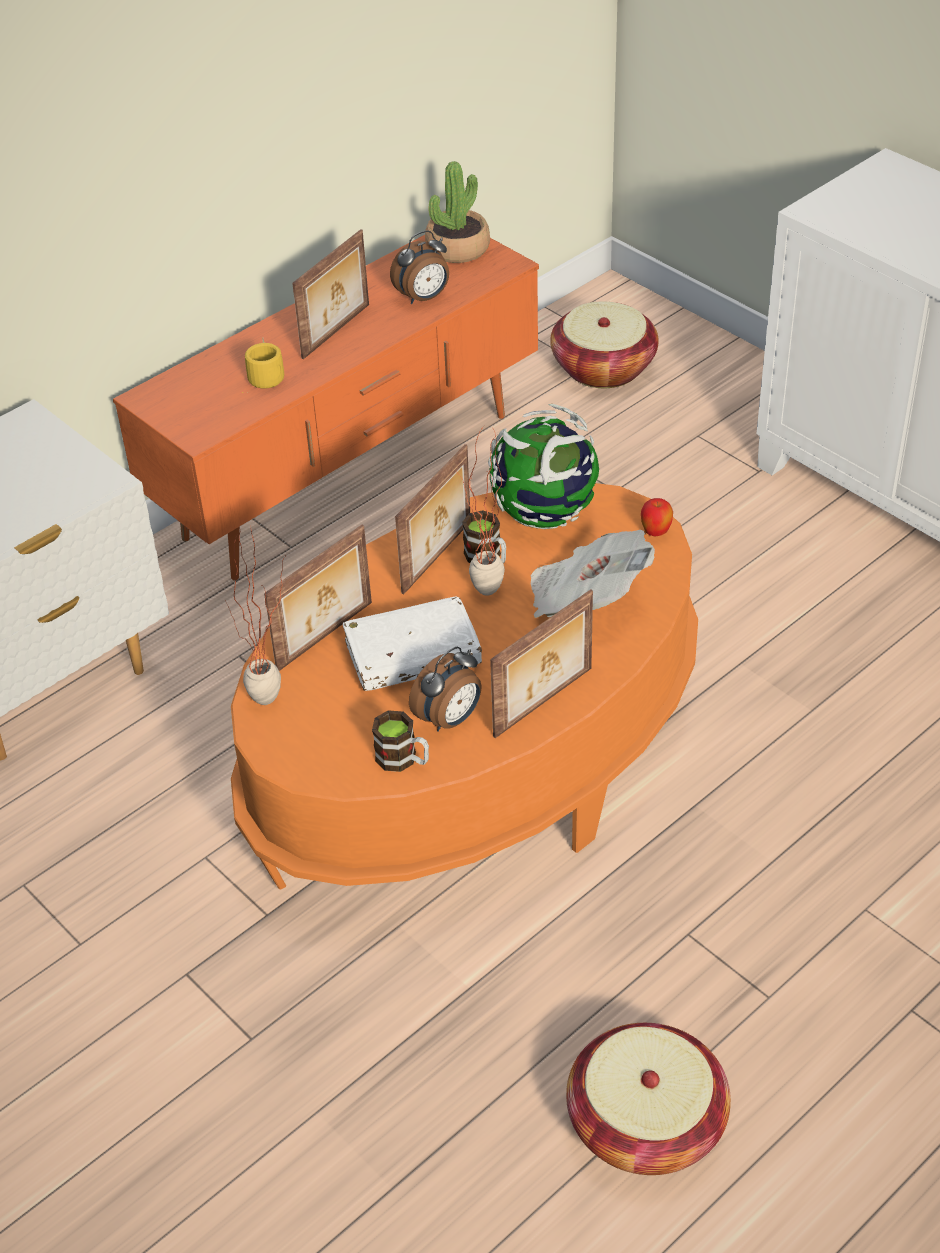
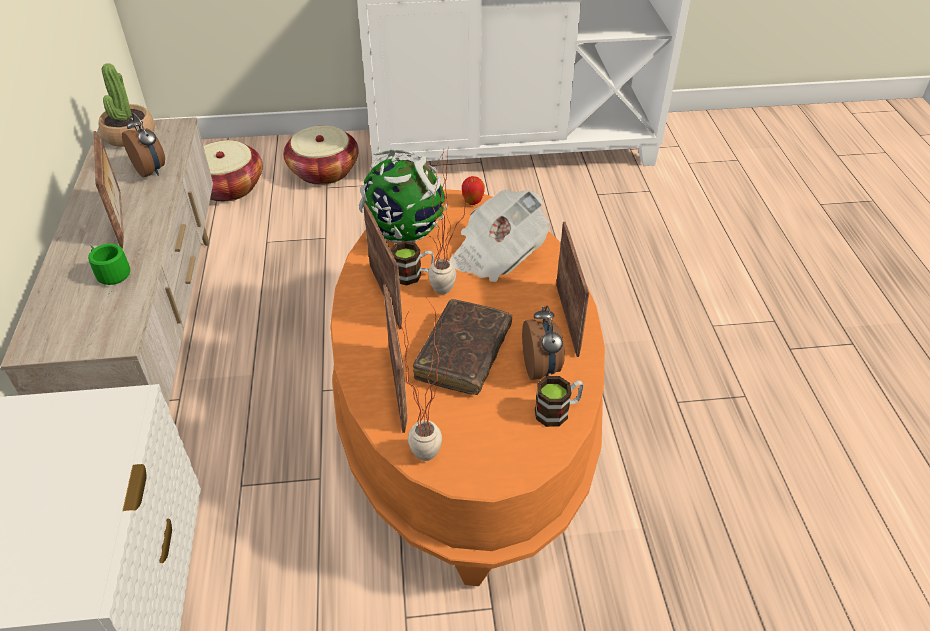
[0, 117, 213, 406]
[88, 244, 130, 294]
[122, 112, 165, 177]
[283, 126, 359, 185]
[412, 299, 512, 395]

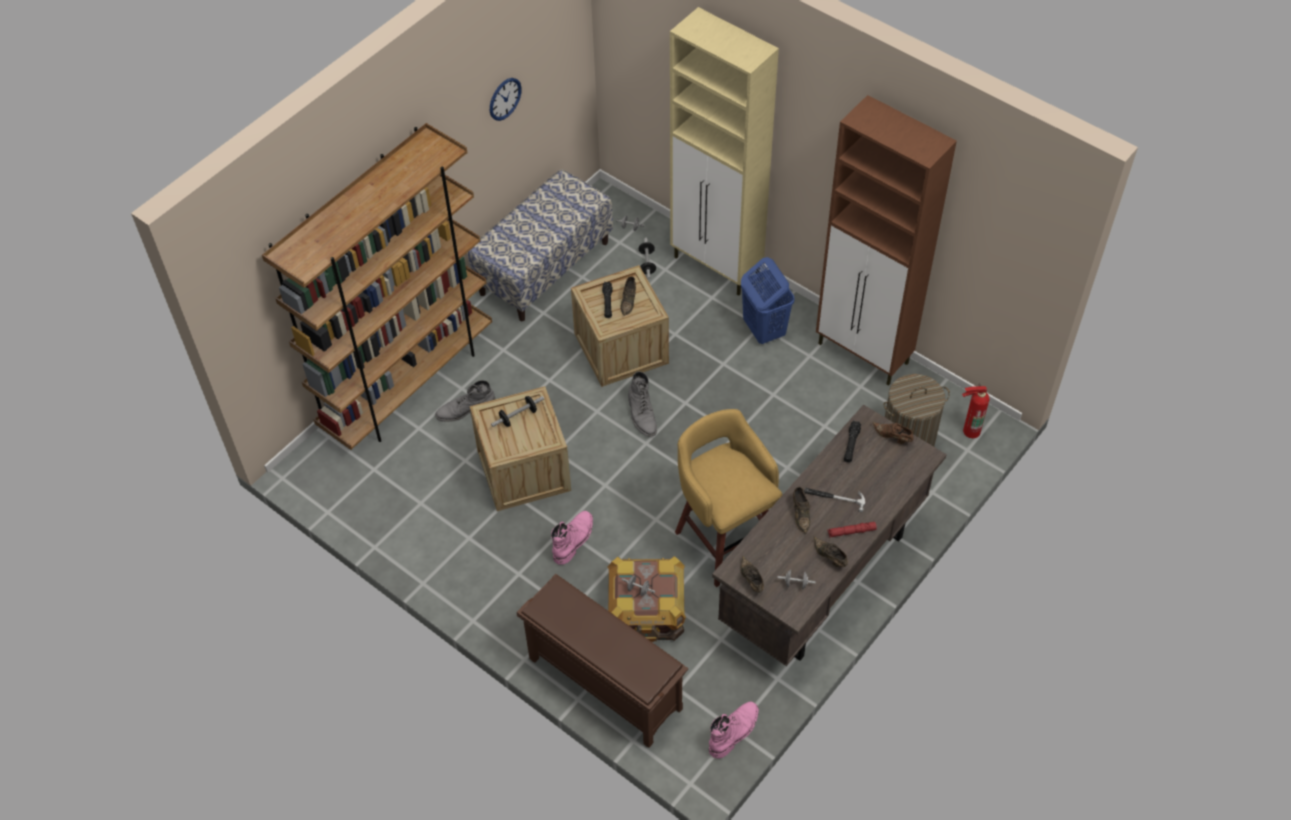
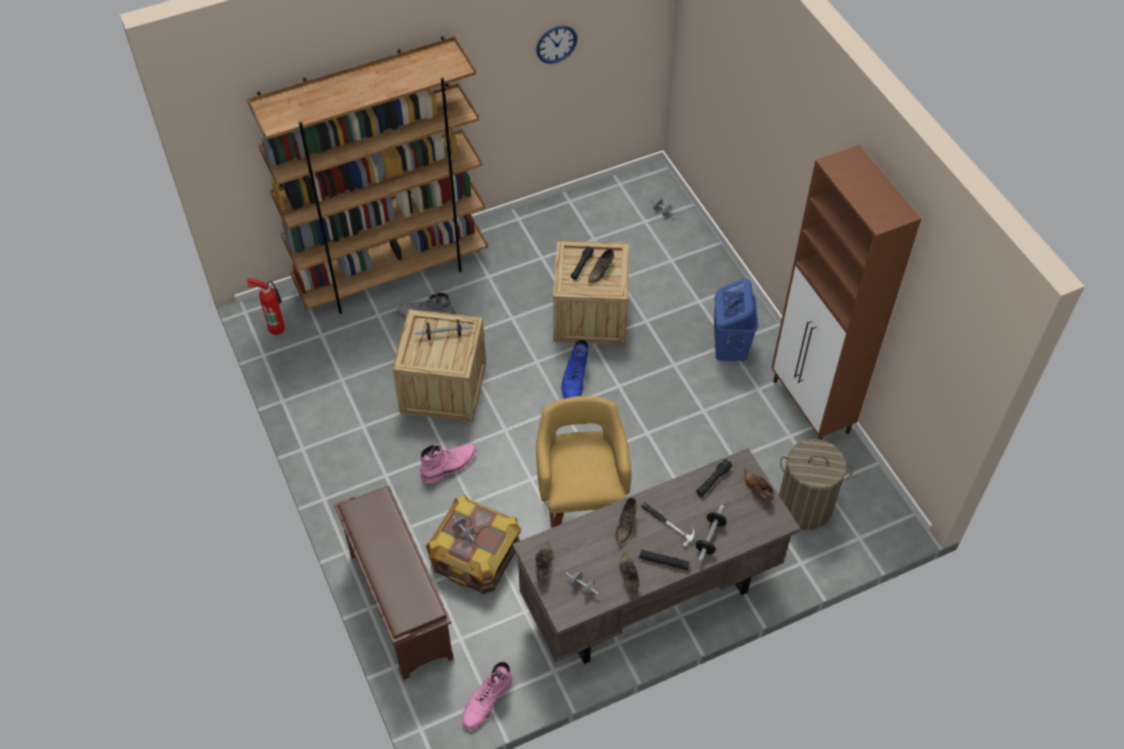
[247, 278, 285, 335]
[462, 662, 512, 730]
[561, 339, 589, 399]
[639, 550, 690, 570]
[696, 505, 727, 562]
[468, 169, 613, 321] (first image)
[670, 7, 779, 295] (first image)

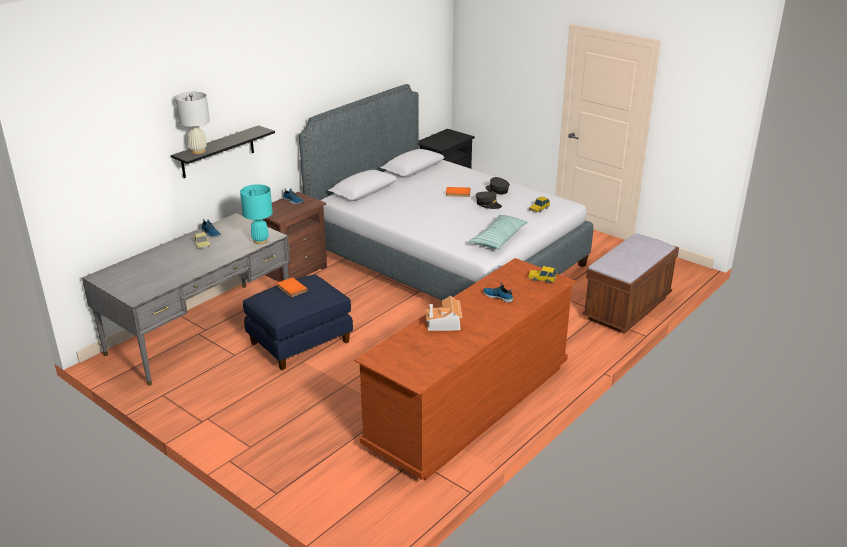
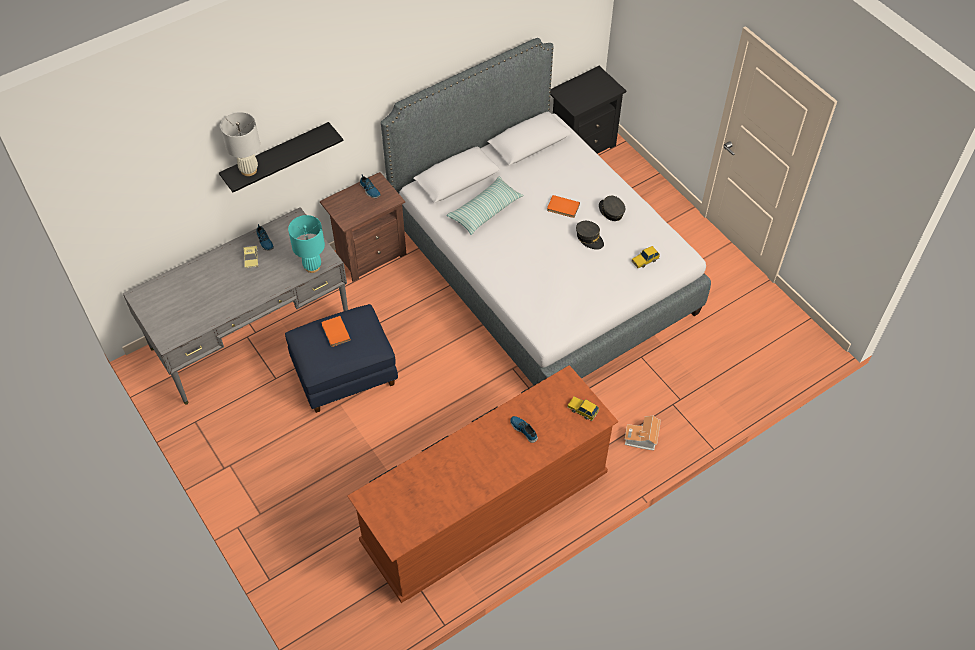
[447, 176, 524, 235]
[625, 415, 661, 450]
[582, 233, 679, 334] (first image)

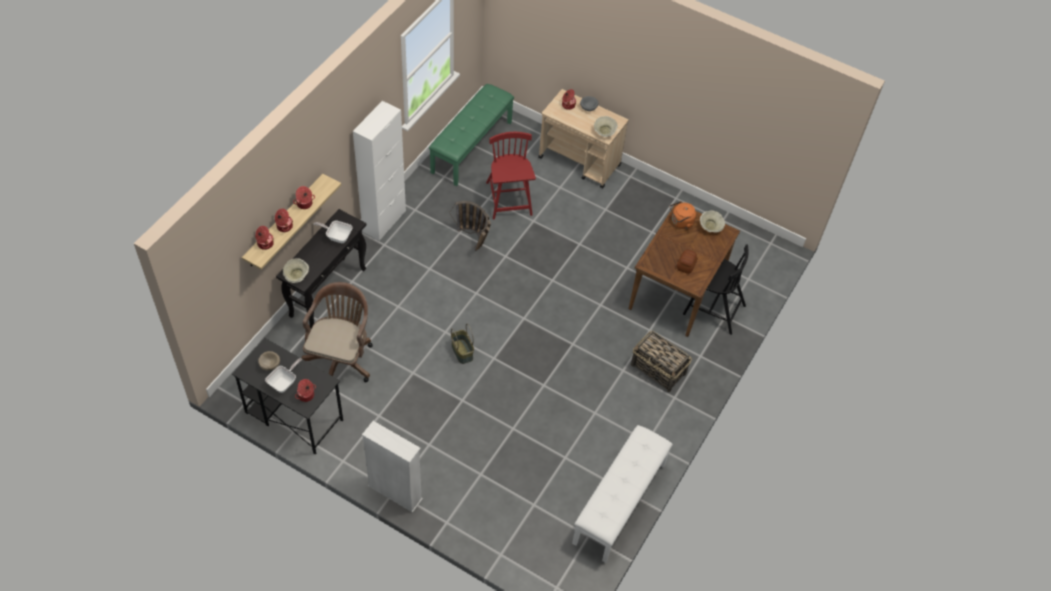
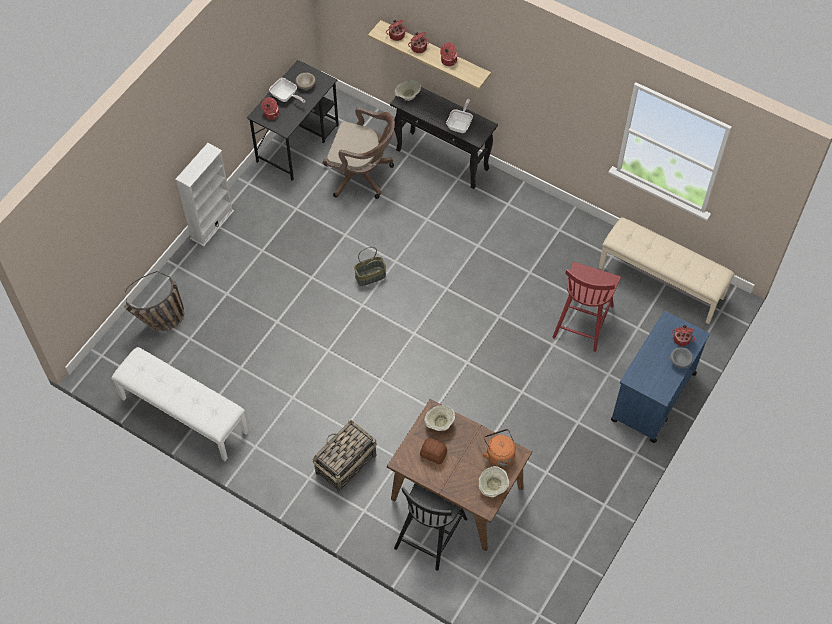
[123, 271, 184, 331]
[424, 405, 455, 431]
[553, 262, 621, 352]
[599, 218, 735, 324]
[611, 311, 710, 443]
[353, 101, 406, 241] (first image)

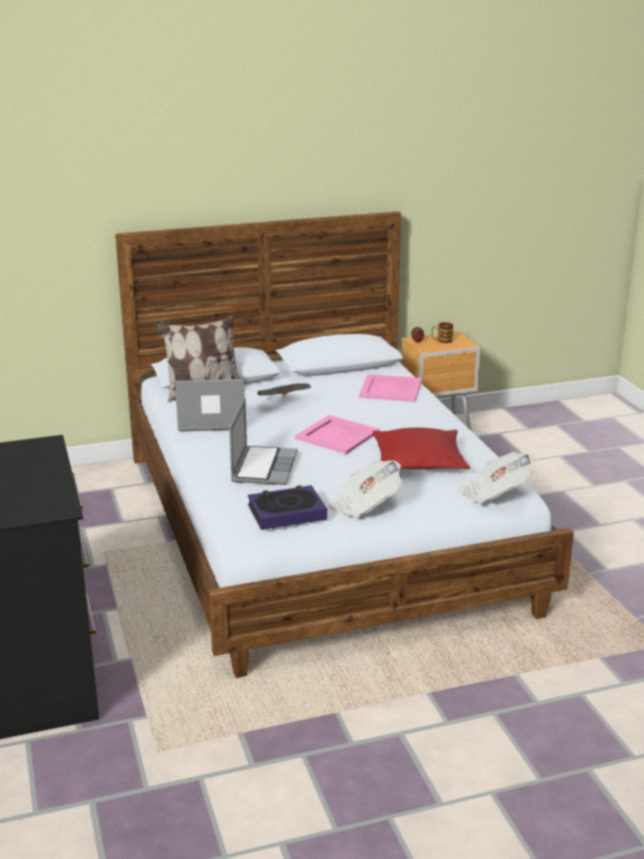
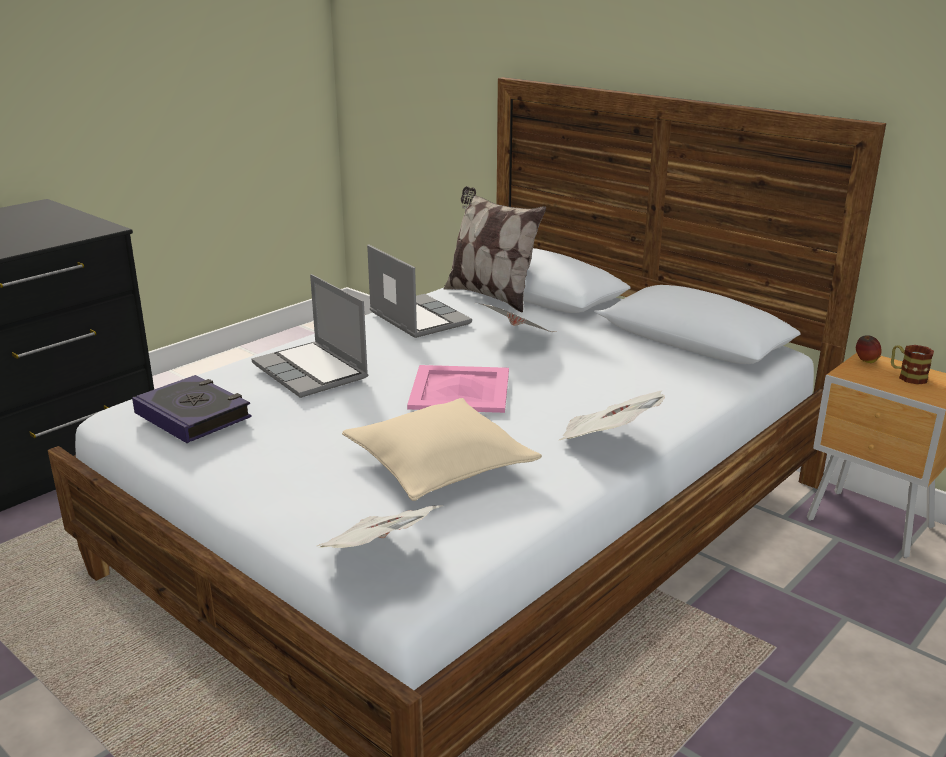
[251, 274, 368, 398]
[342, 398, 542, 501]
[559, 390, 665, 440]
[359, 374, 422, 402] (first image)

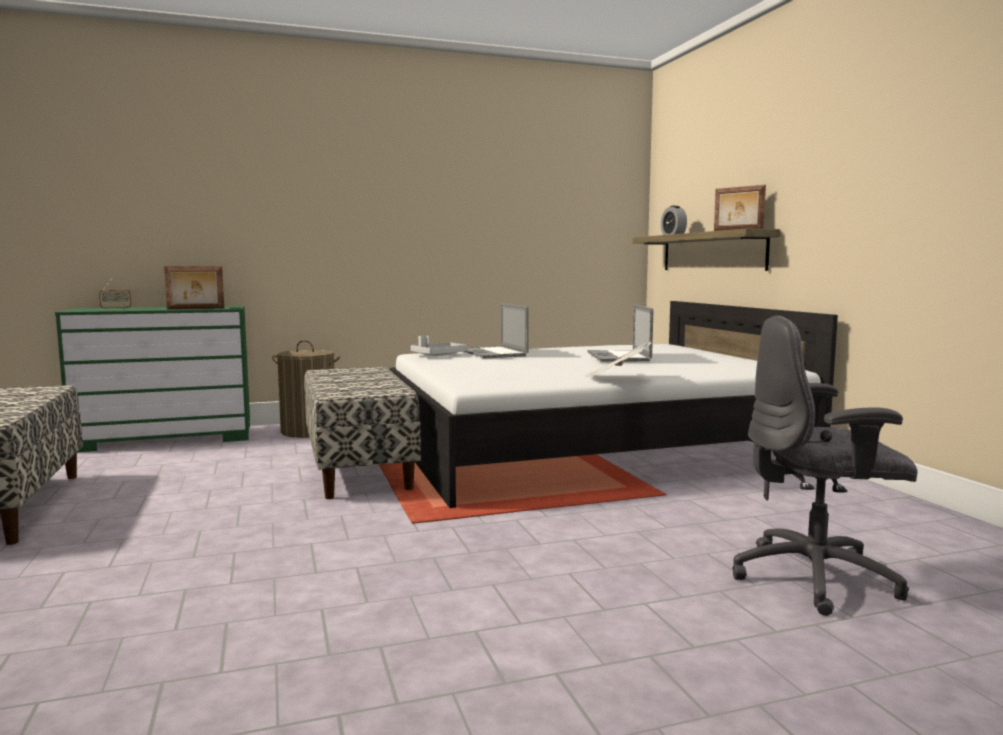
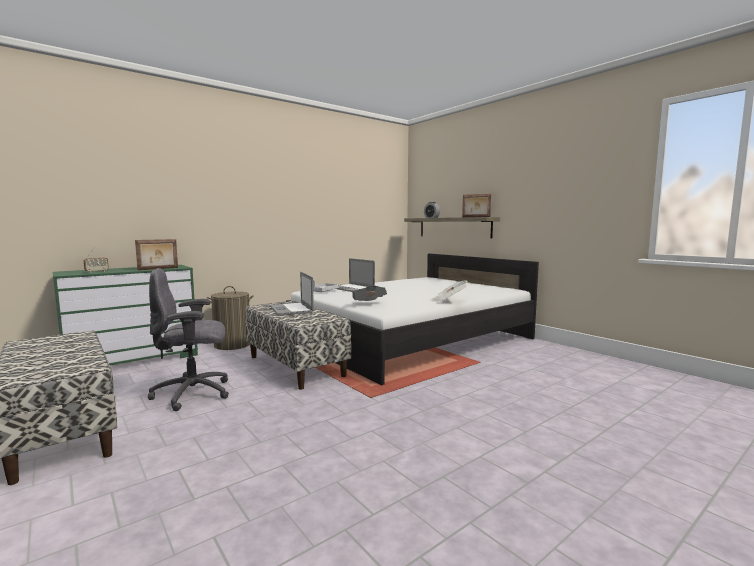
[148, 268, 229, 411]
[270, 272, 314, 316]
[352, 286, 387, 301]

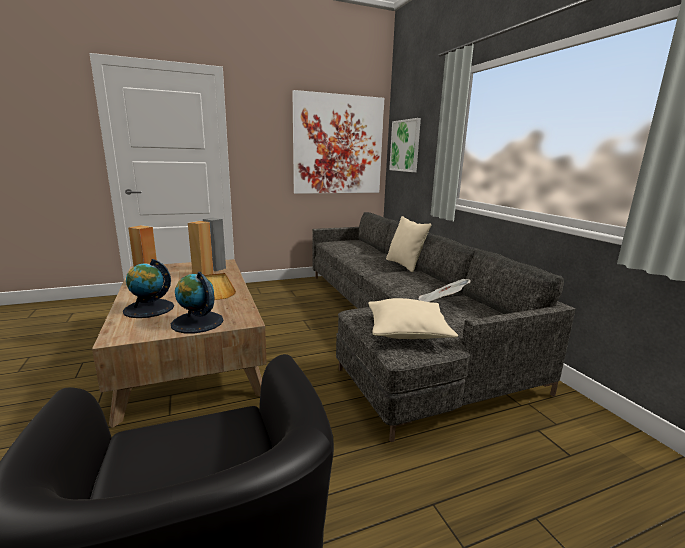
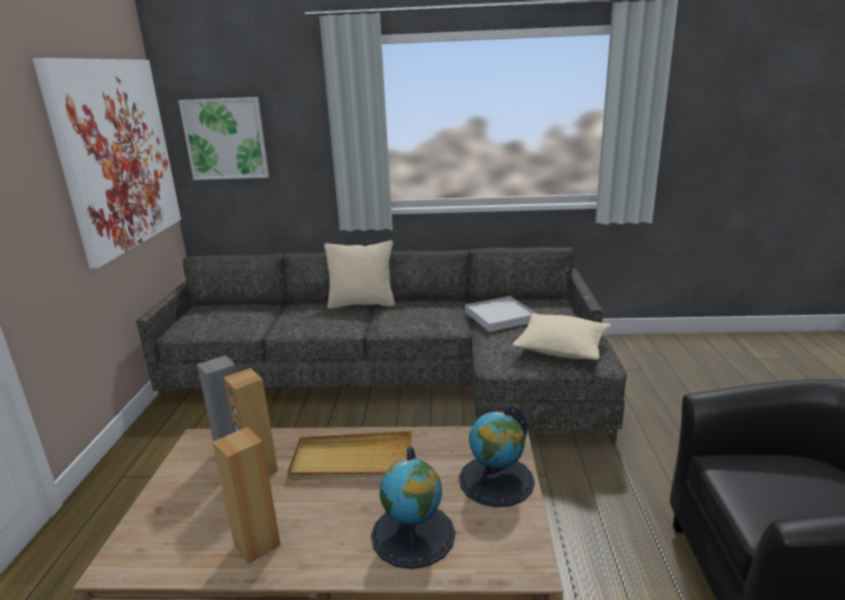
[465, 296, 537, 332]

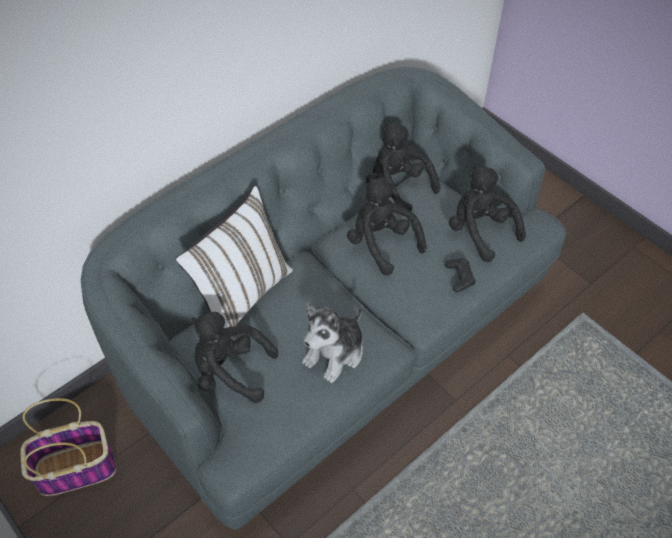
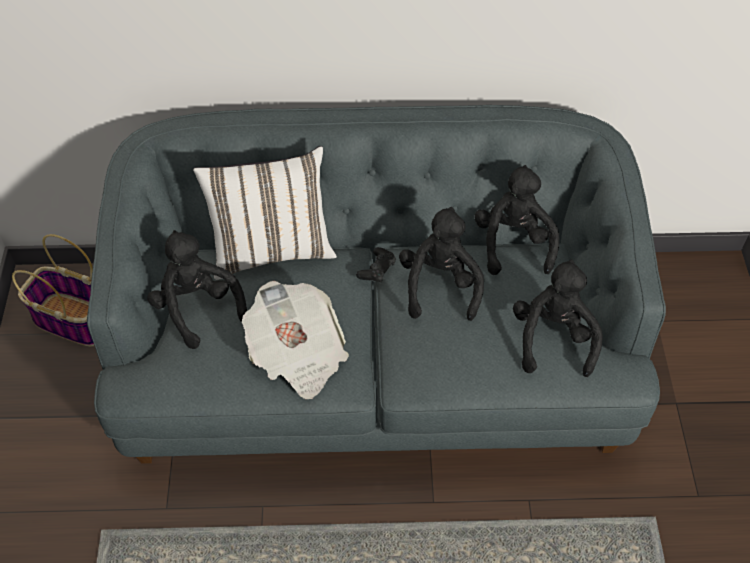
[242, 281, 349, 399]
[356, 247, 396, 283]

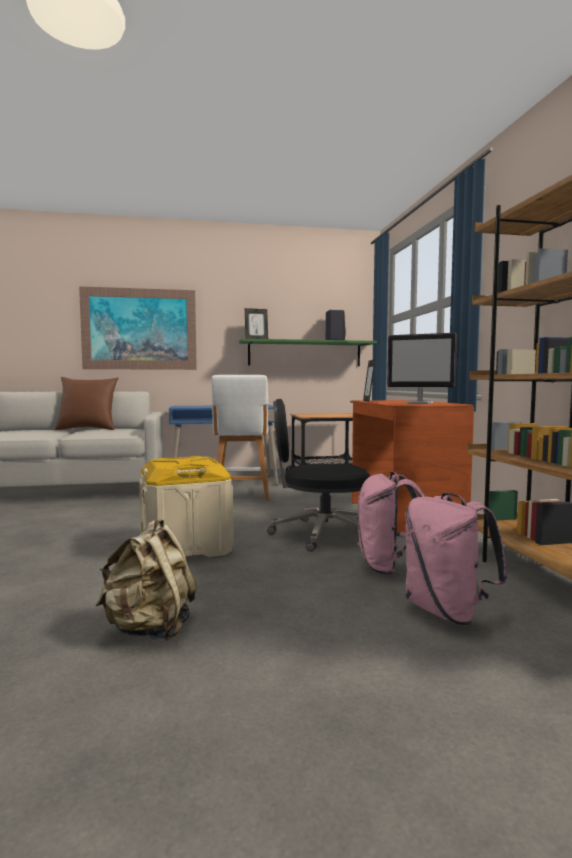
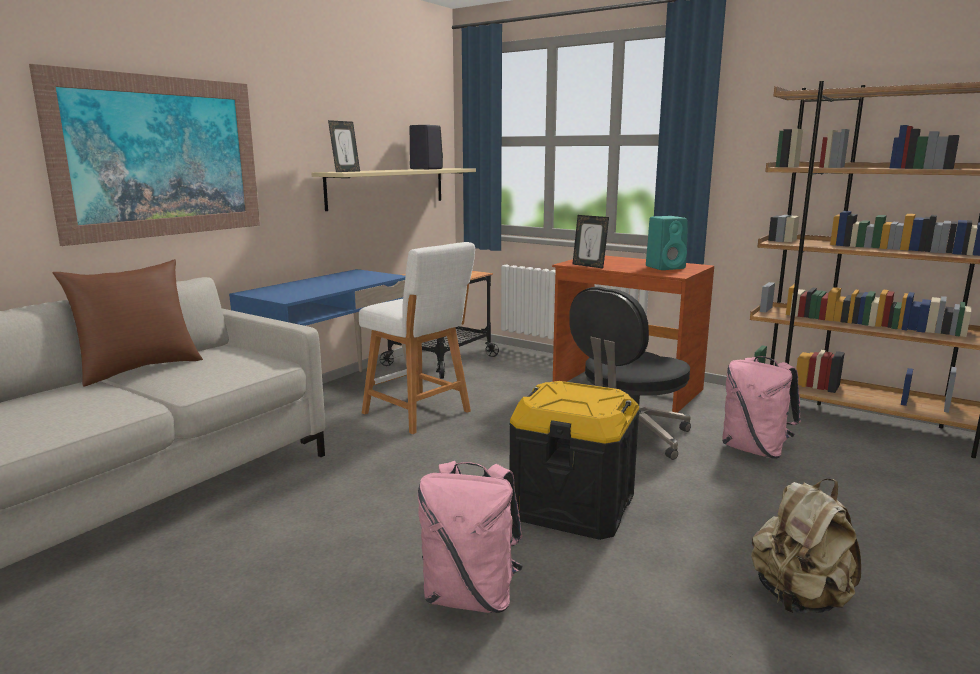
[311, 168, 476, 211]
[418, 461, 523, 613]
[509, 381, 640, 540]
[646, 216, 688, 270]

